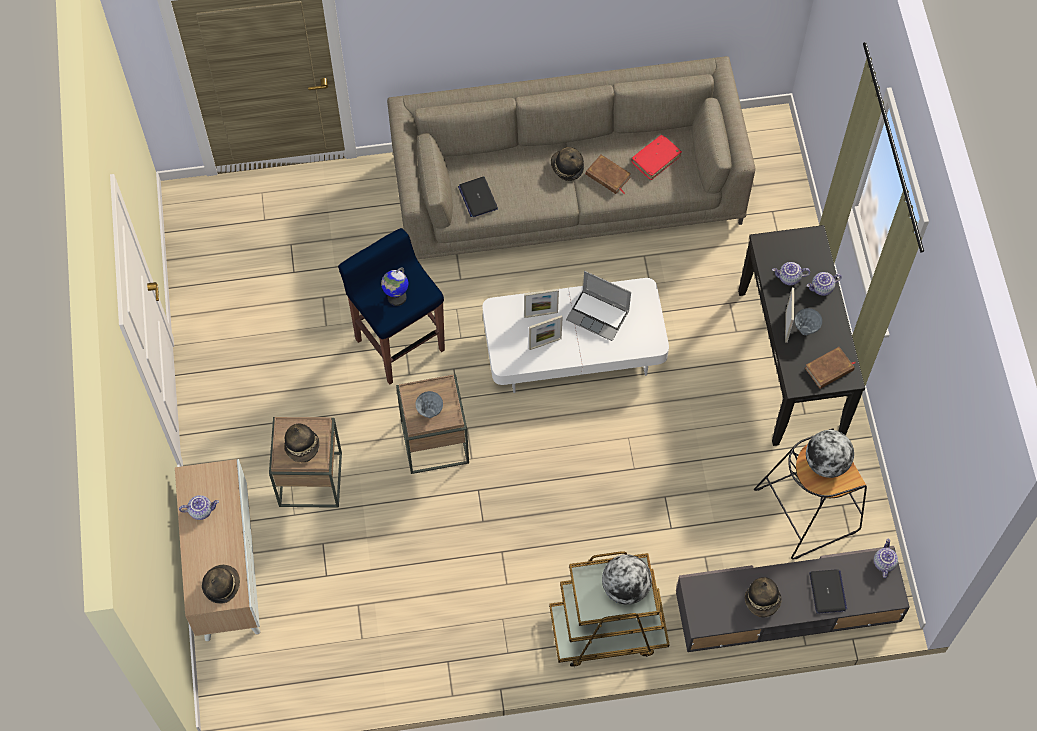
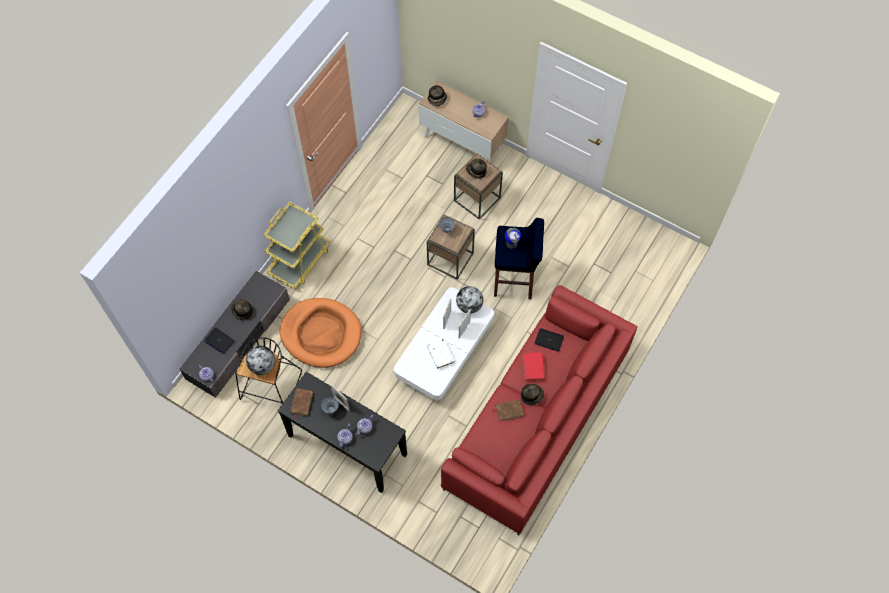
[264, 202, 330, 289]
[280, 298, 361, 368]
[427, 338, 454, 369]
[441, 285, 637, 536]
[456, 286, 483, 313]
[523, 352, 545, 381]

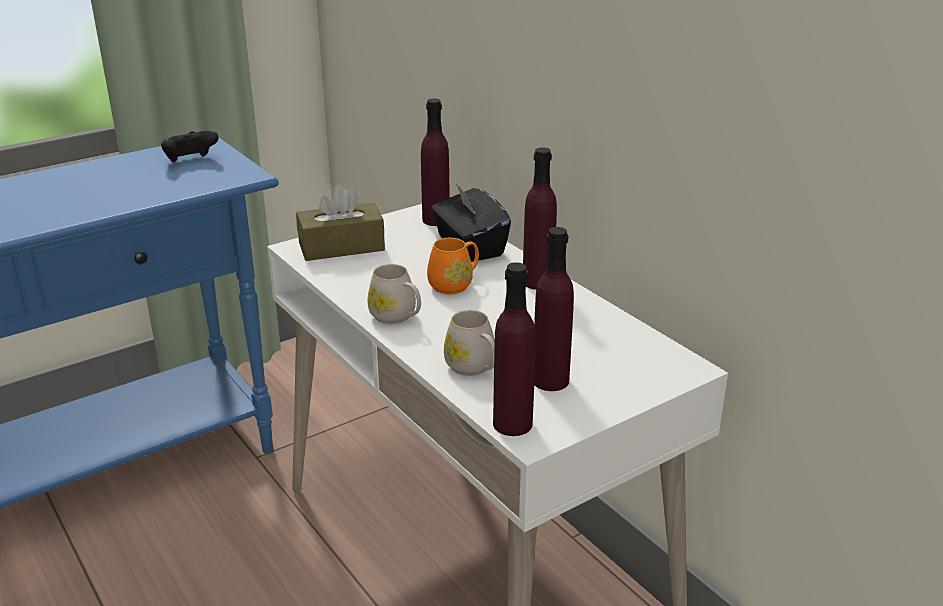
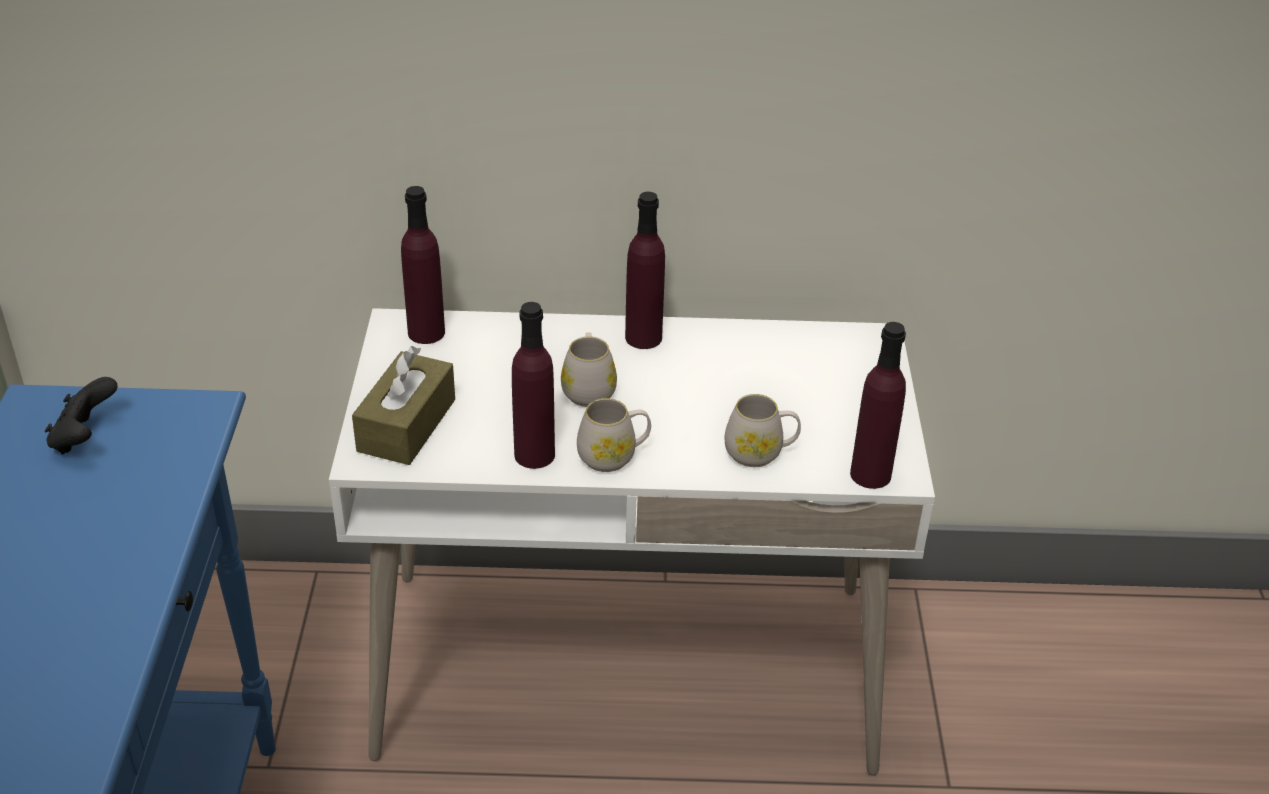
[512, 302, 555, 469]
[561, 332, 617, 407]
[431, 183, 511, 262] (first image)

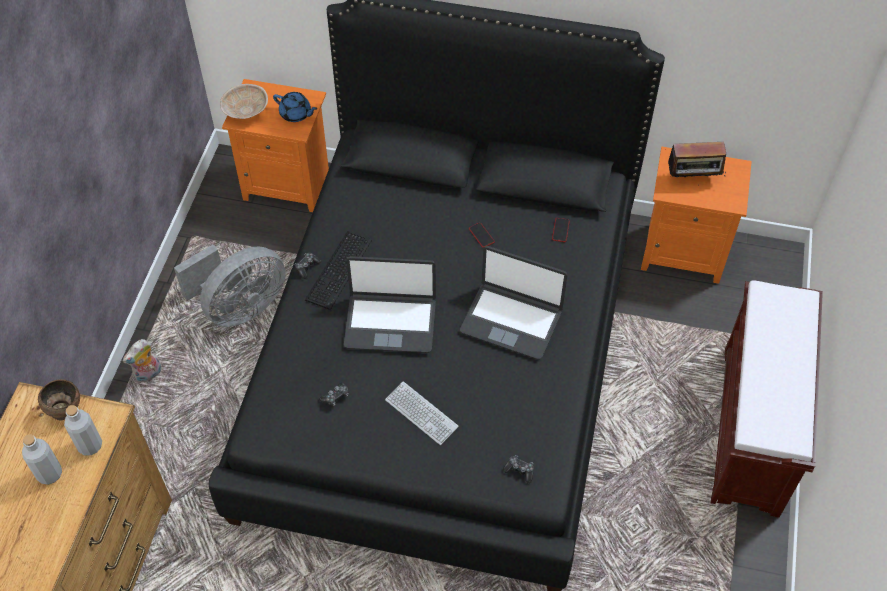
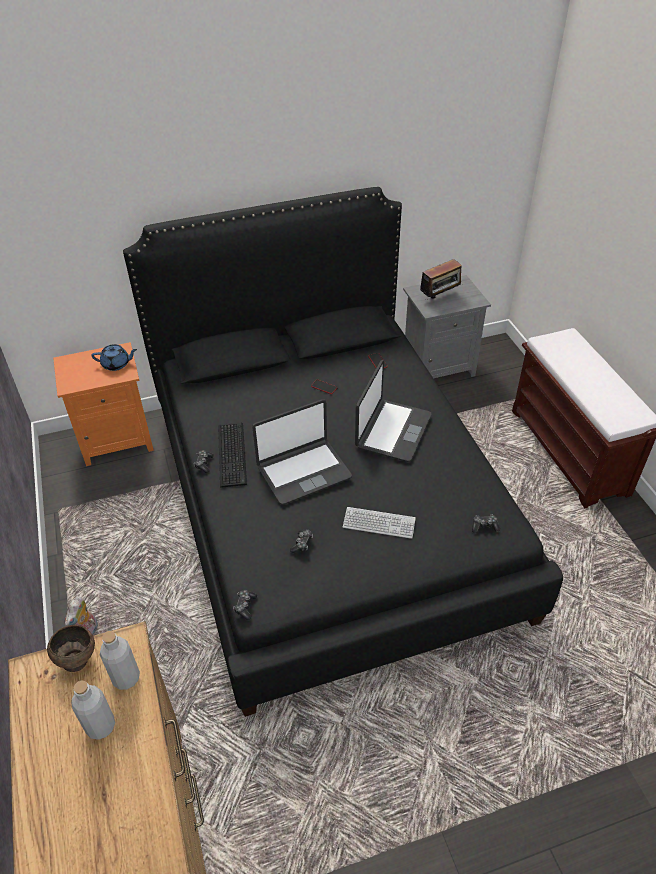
[233, 590, 257, 620]
[355, 360, 431, 462]
[403, 275, 491, 378]
[174, 244, 286, 327] (first image)
[220, 84, 268, 119] (first image)

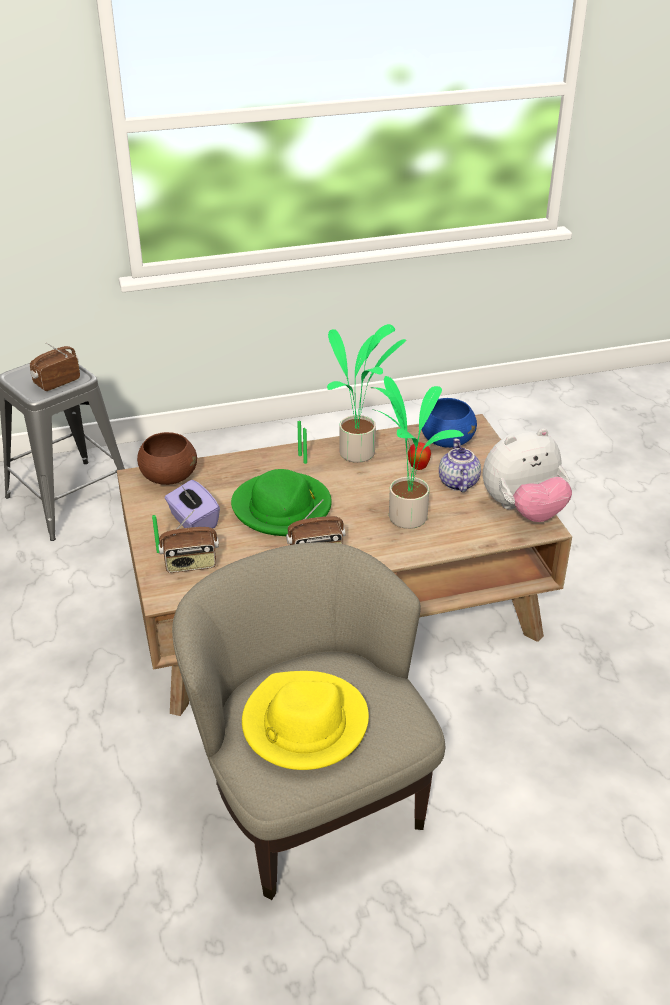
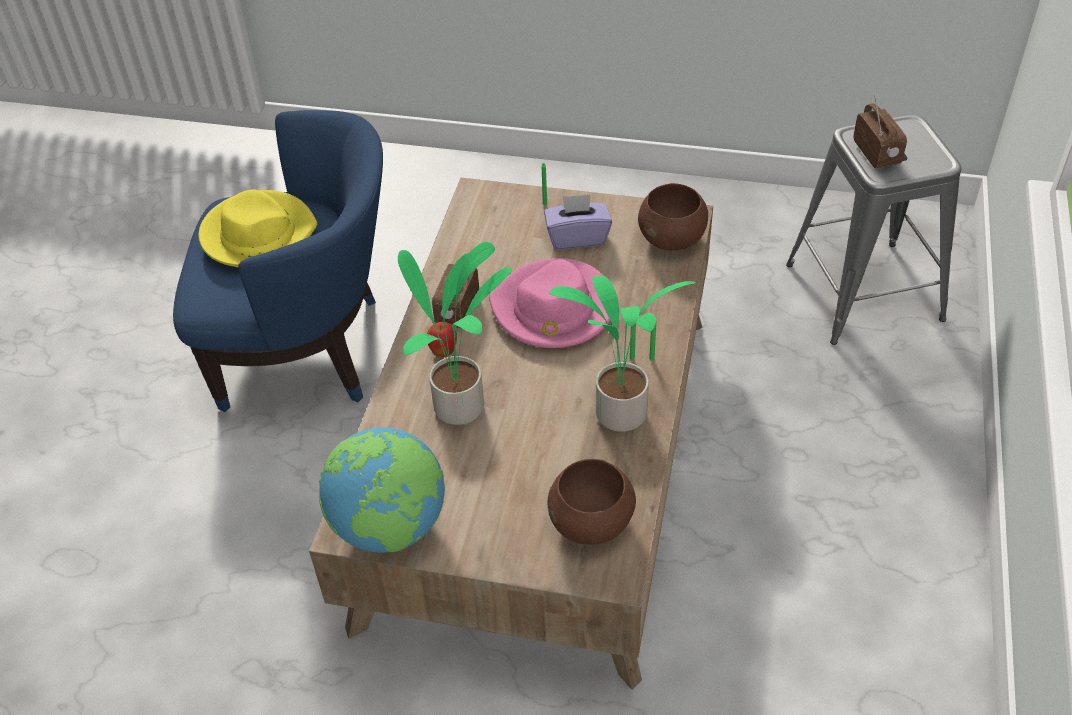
[173, 110, 383, 412]
[319, 427, 445, 553]
[427, 322, 457, 357]
[489, 258, 610, 348]
[548, 459, 636, 544]
[158, 510, 219, 573] (first image)
[439, 439, 481, 492] (first image)

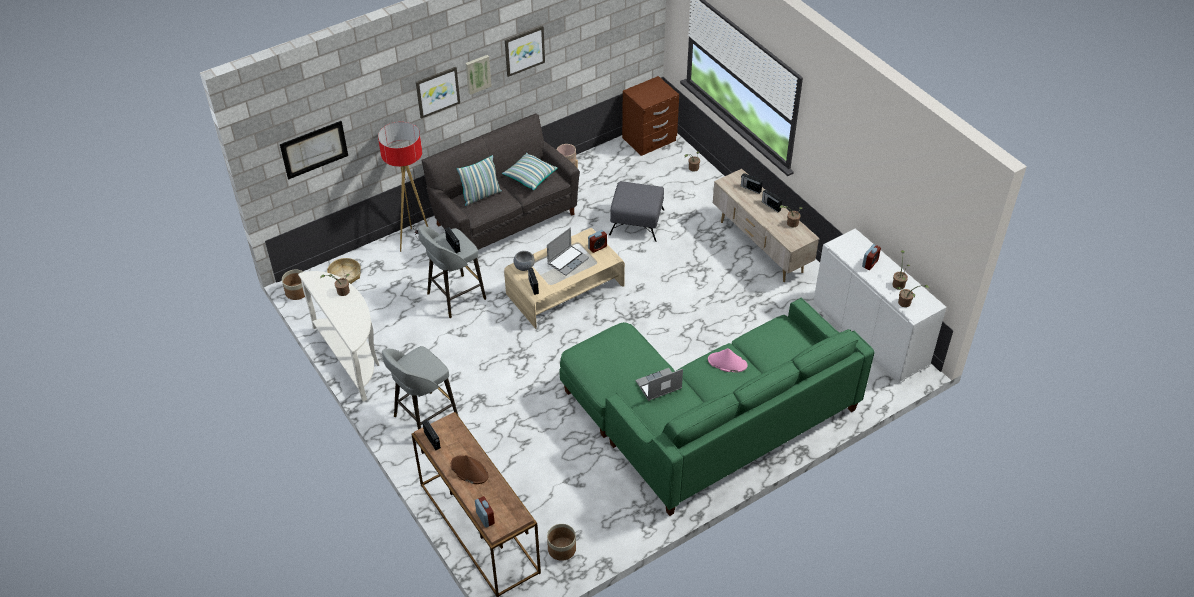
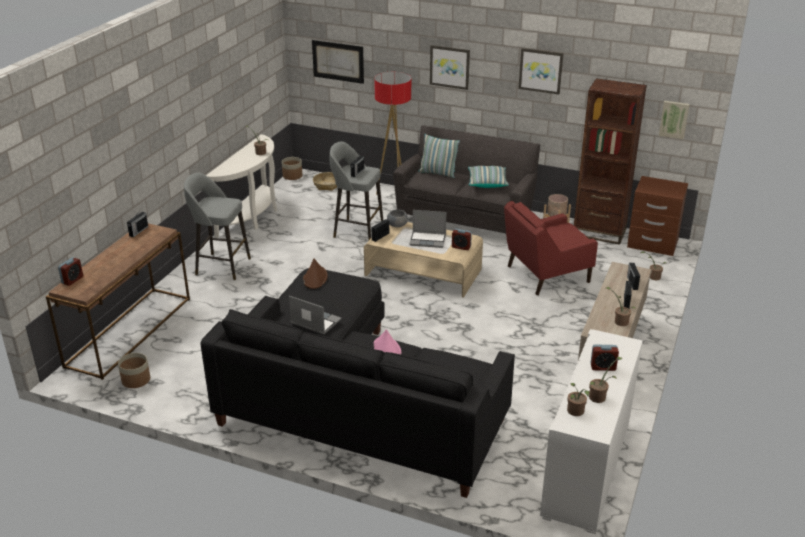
[201, 268, 515, 498]
[303, 259, 327, 289]
[504, 201, 598, 295]
[574, 78, 647, 245]
[659, 101, 690, 139]

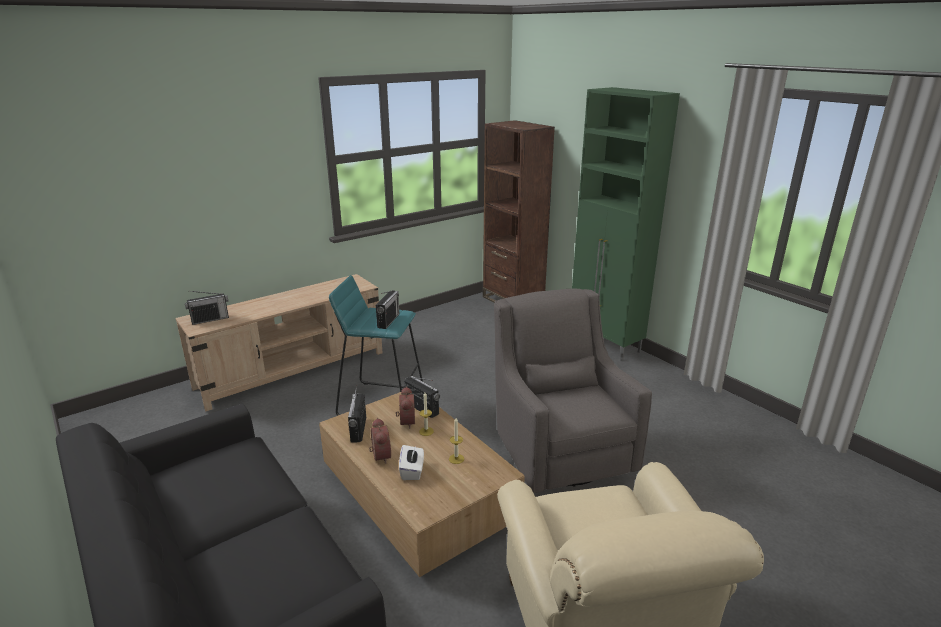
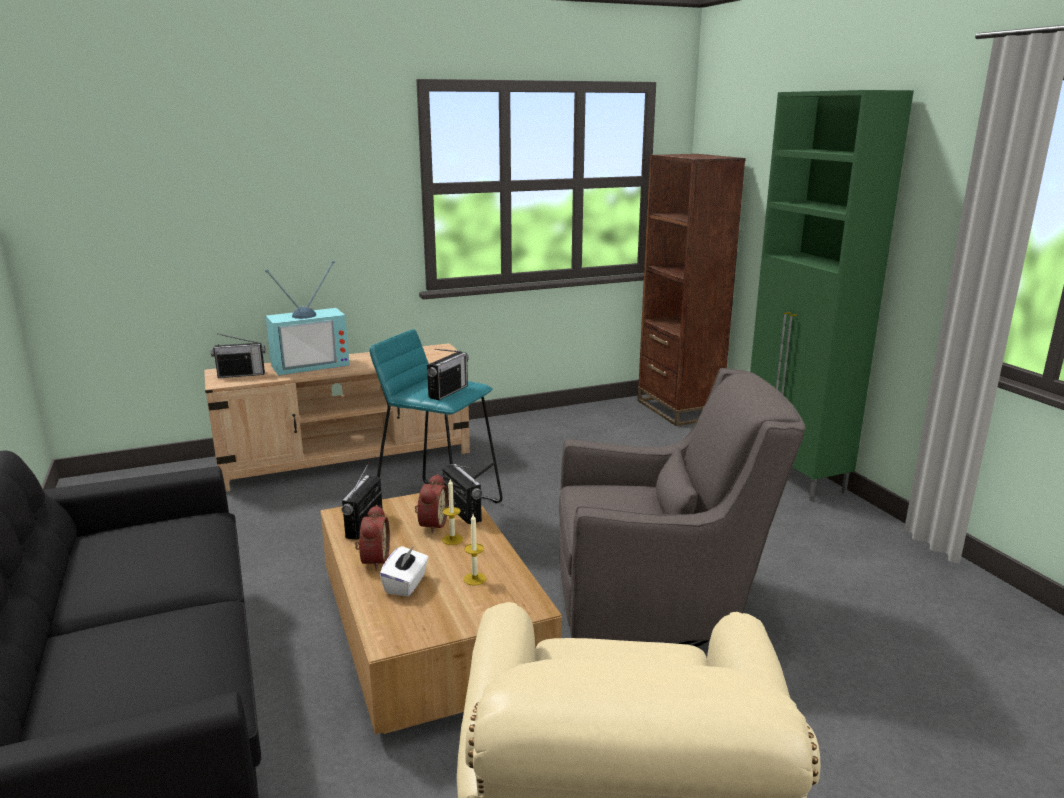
[265, 260, 350, 376]
[559, 368, 806, 647]

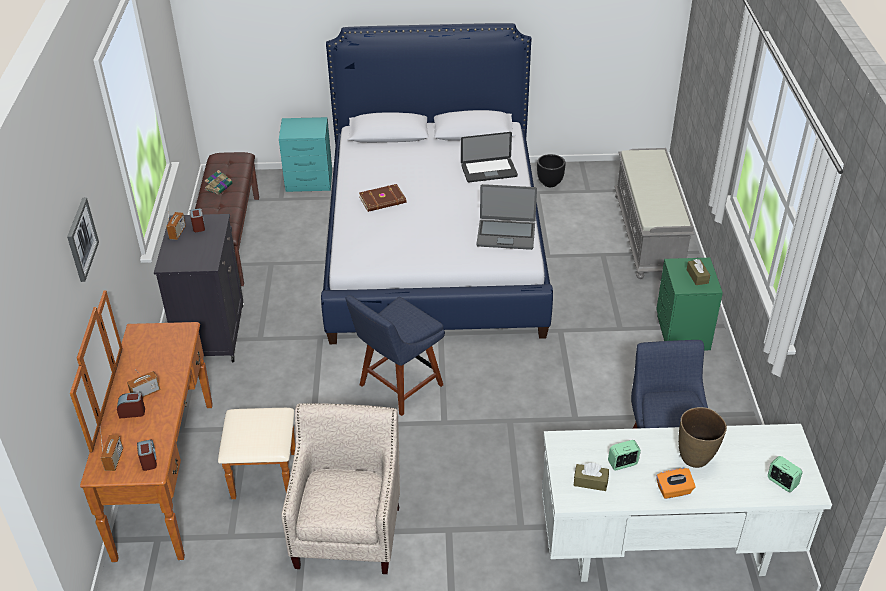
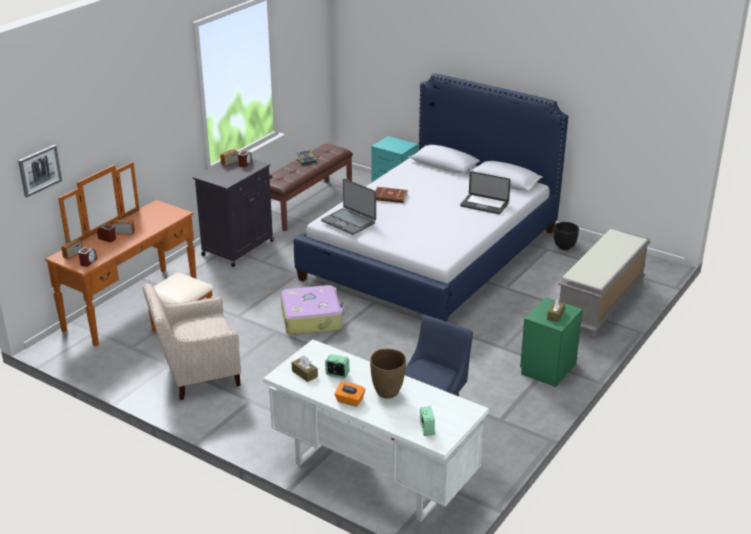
[18, 145, 62, 197]
[142, 283, 241, 400]
[281, 285, 344, 335]
[321, 178, 376, 235]

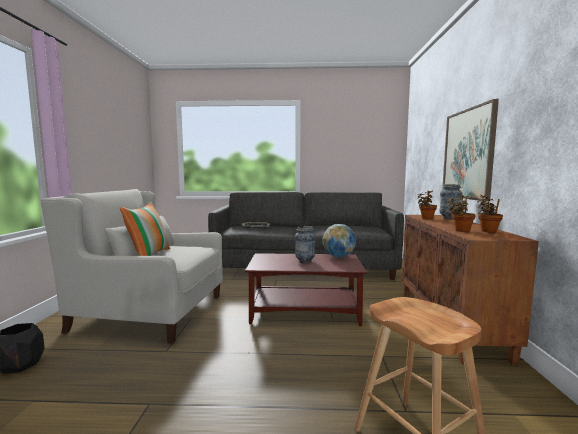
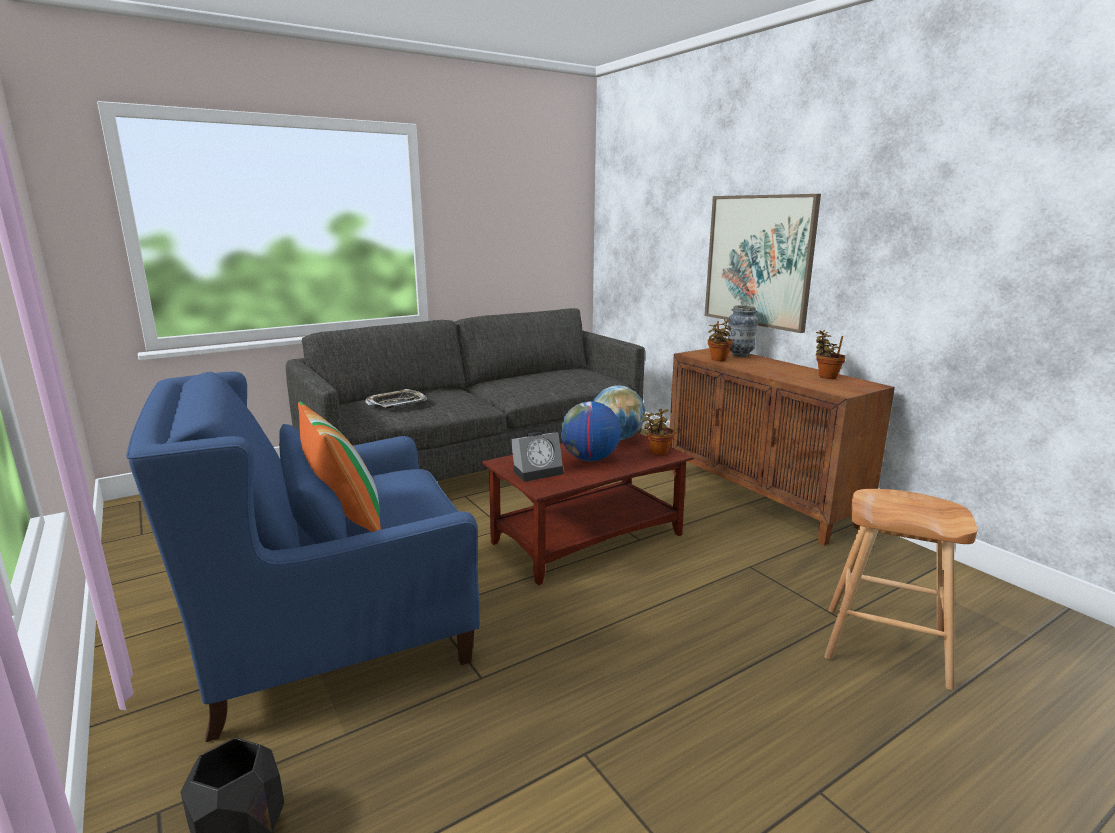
[126, 372, 480, 742]
[511, 432, 564, 482]
[561, 401, 621, 461]
[643, 409, 675, 455]

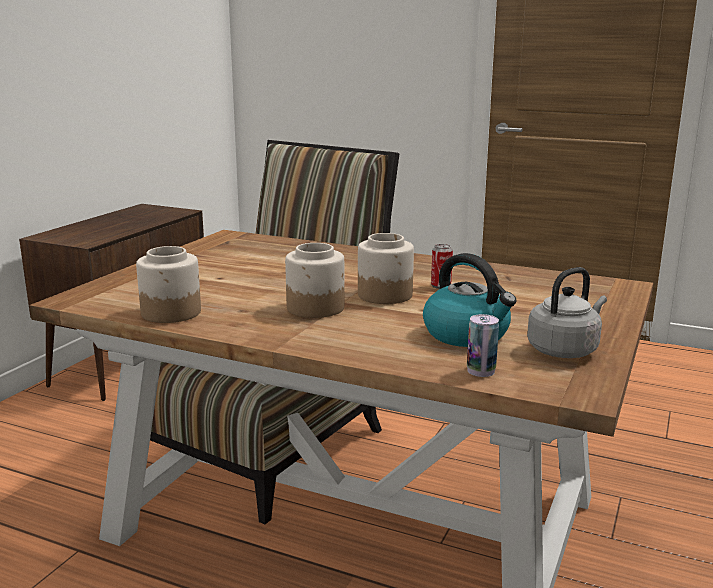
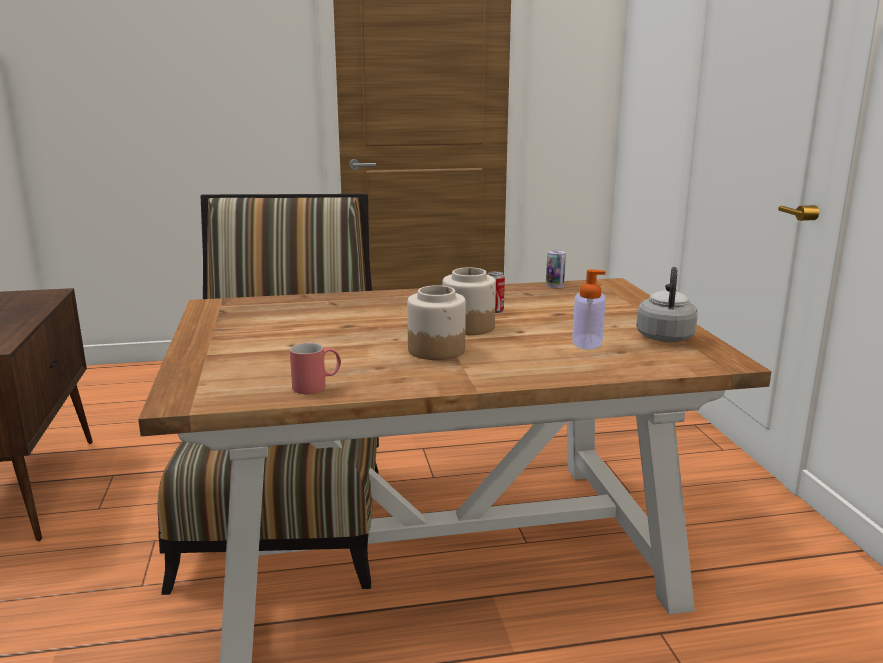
[290, 343, 341, 394]
[546, 250, 566, 288]
[572, 269, 606, 350]

